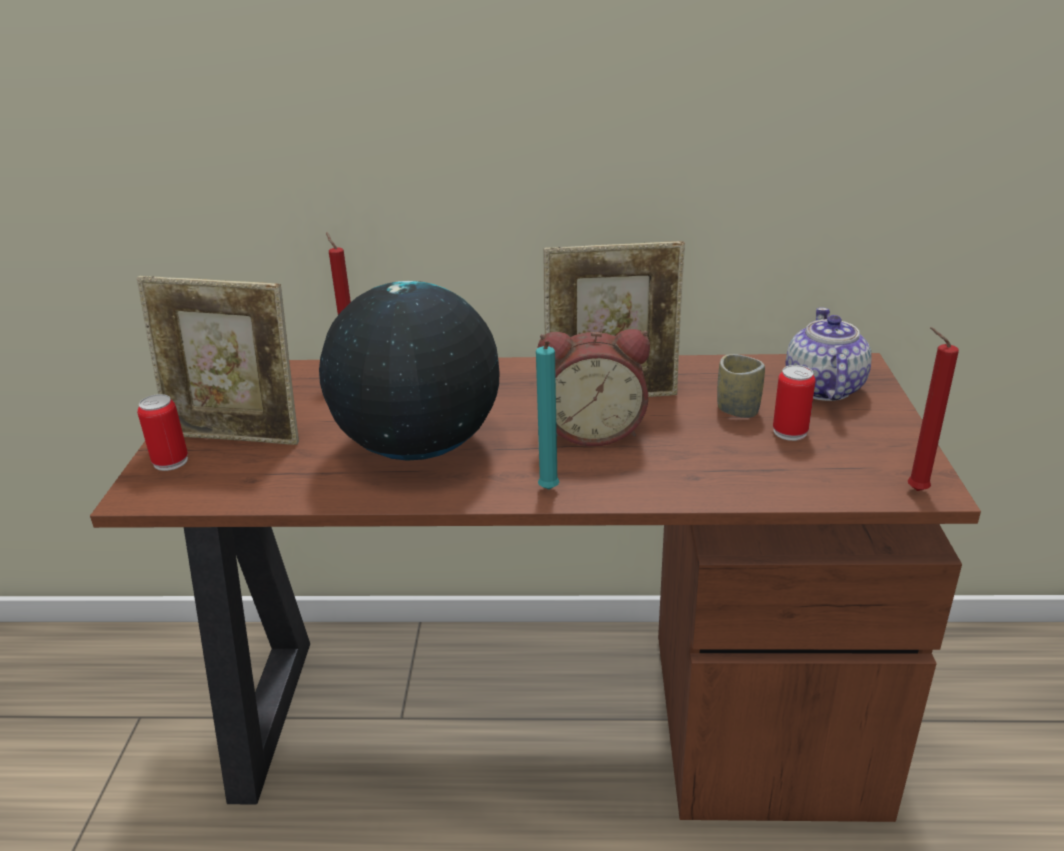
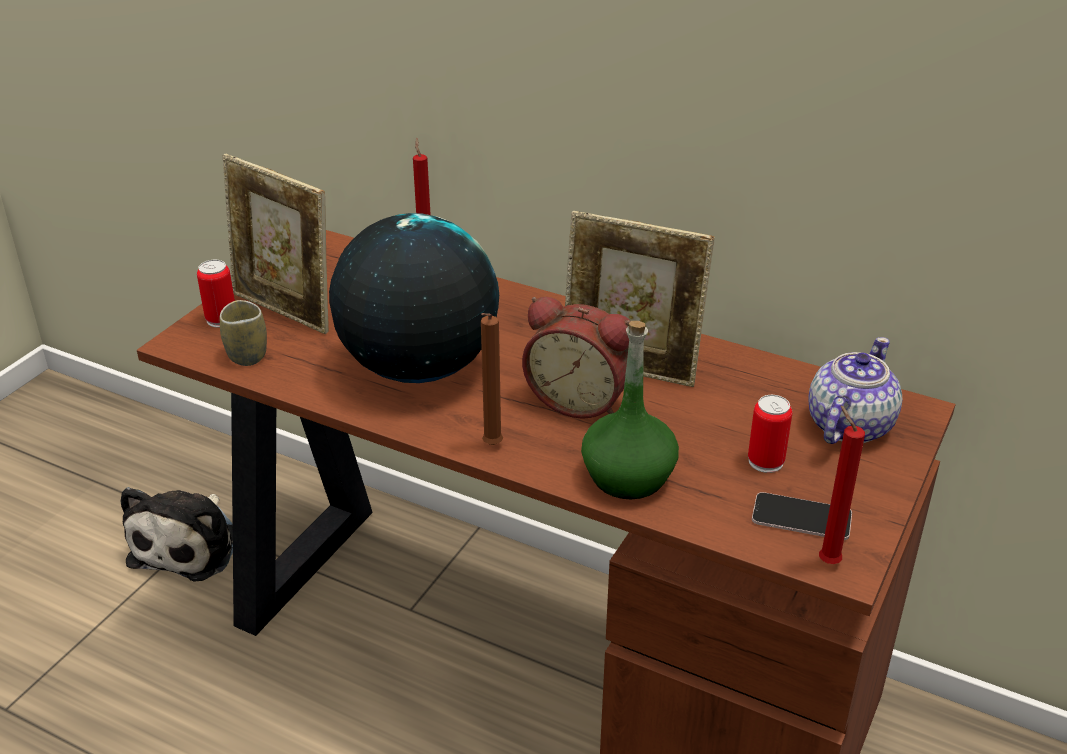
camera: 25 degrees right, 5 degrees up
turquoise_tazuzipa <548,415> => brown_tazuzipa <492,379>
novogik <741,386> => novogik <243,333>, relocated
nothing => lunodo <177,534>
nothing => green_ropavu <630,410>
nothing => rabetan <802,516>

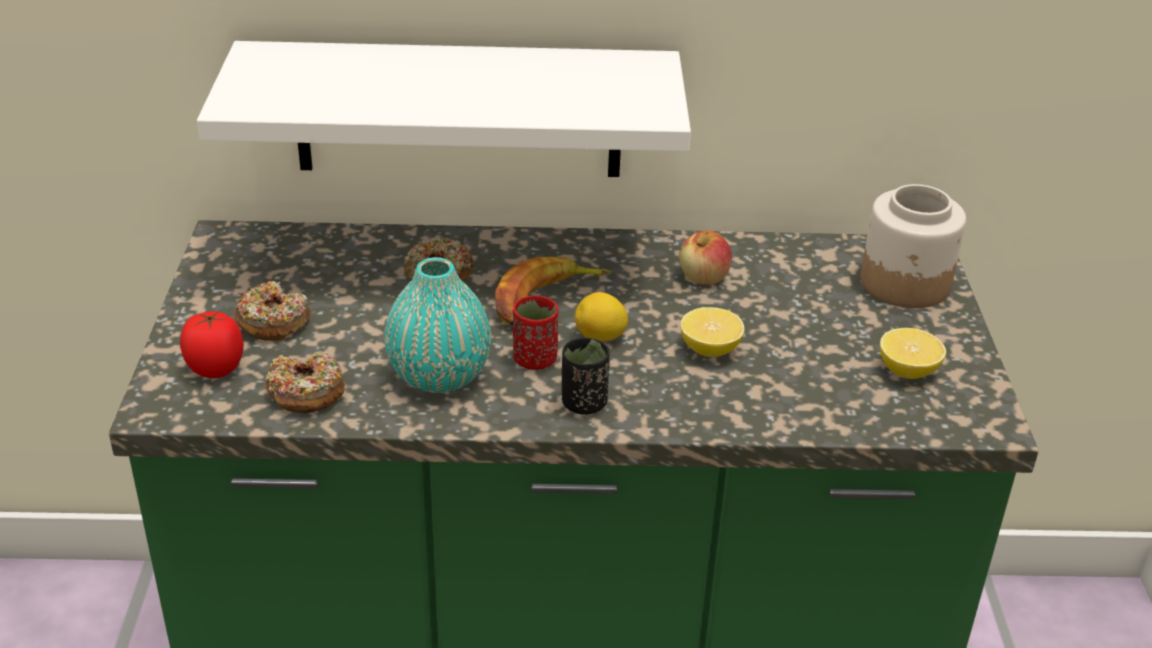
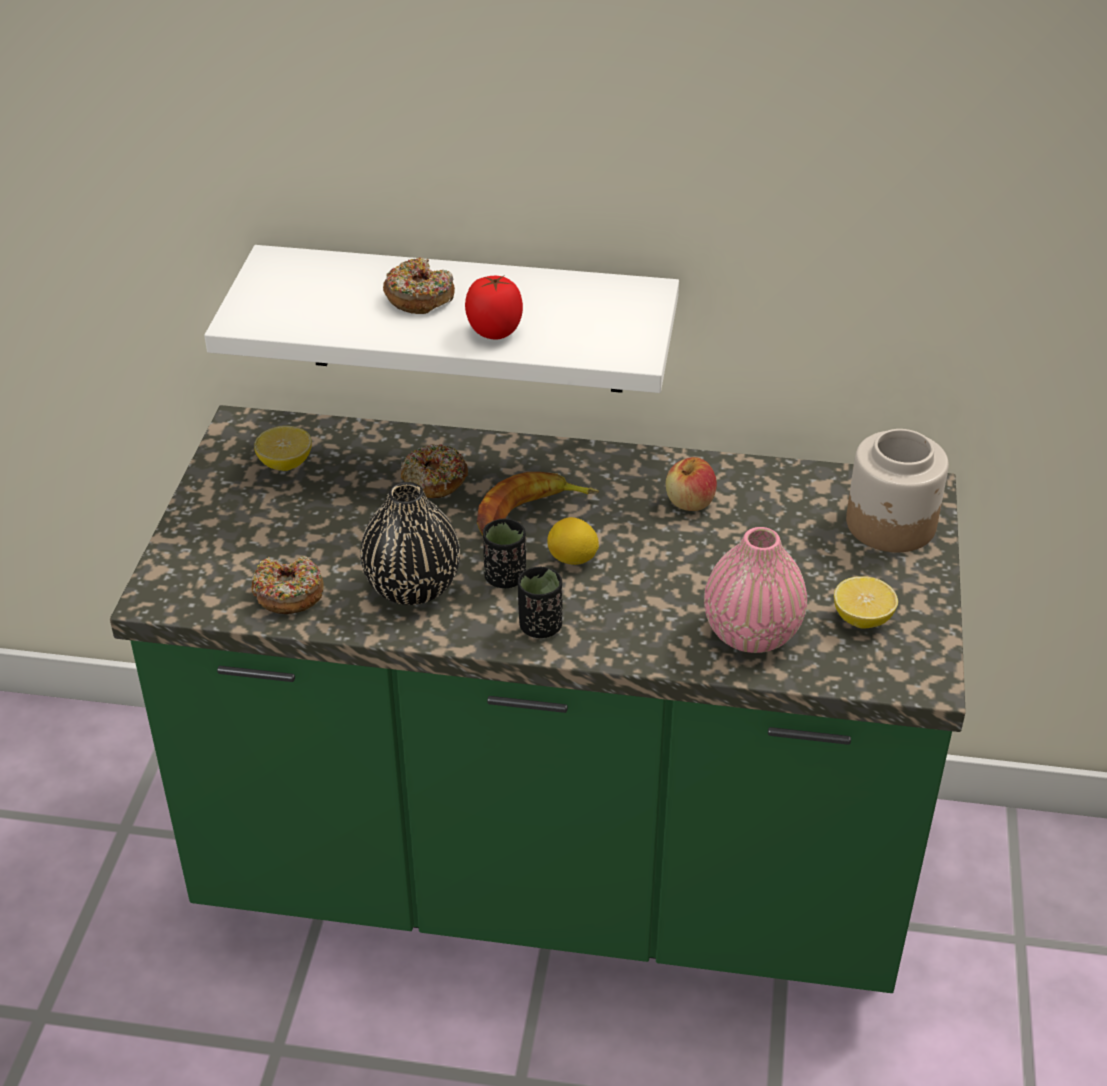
camera: 10 degrees right, 5 degrees up
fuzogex <212,344> => fuzogex <494,307>, relocated
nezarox <272,311> => nezarox <419,286>, relocated
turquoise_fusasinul <437,325> => black_fusasinul <410,543>
red_novogik <535,333> => black_novogik <504,553>
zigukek <712,332> => zigukek <283,448>, relocated
nothing => pink_fusasinul <755,590>

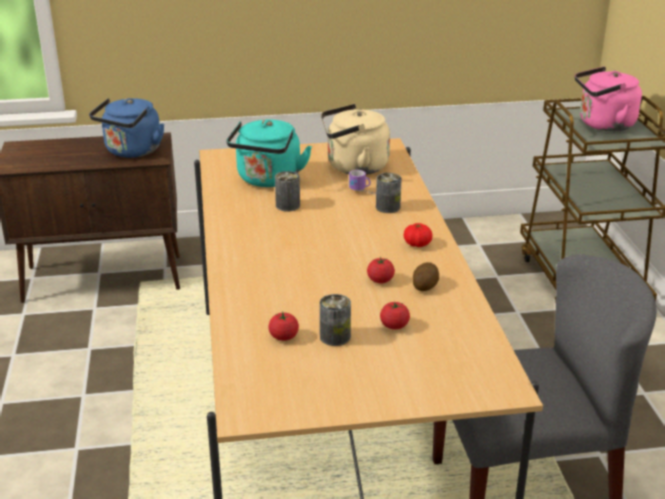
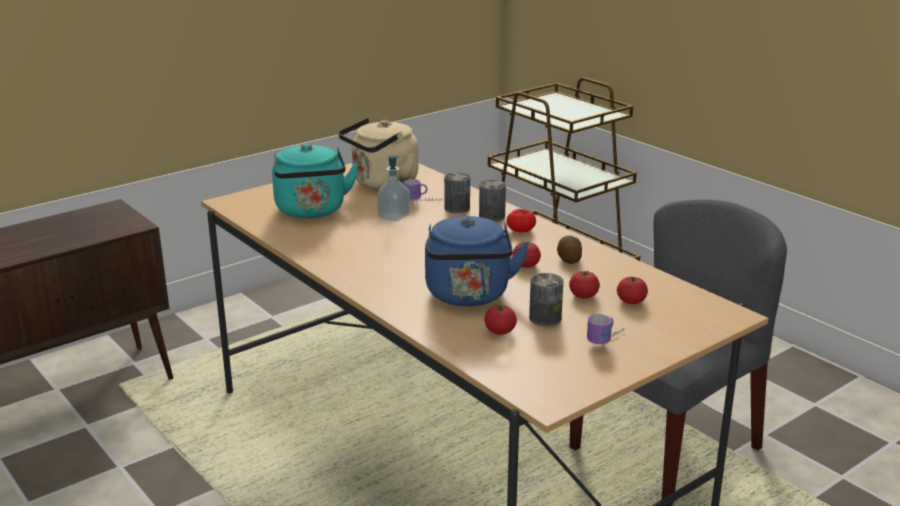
camera: 30 degrees left, 5 degrees down
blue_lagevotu <127,128> => blue_lagevotu <477,261>, relocated
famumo <287,191> => famumo <492,201>, relocated
pink_lagevotu <608,98> => nothing
nothing => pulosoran <393,188>
nothing => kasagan <605,329>
nothing => fuzogex <632,290>

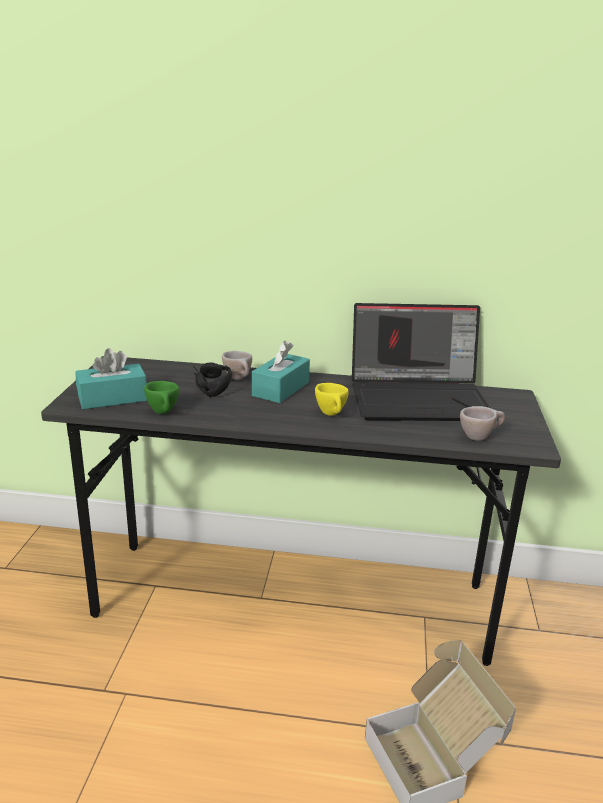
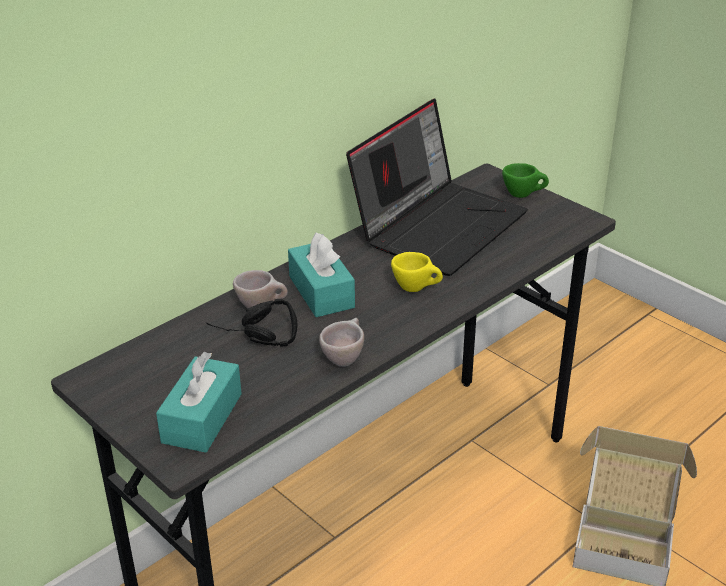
camera: 50 degrees left, 10 degrees up
green_novogik <161,397> => green_novogik <525,180>, relocated
beige_novogik <482,423> => beige_novogik <341,342>, relocated

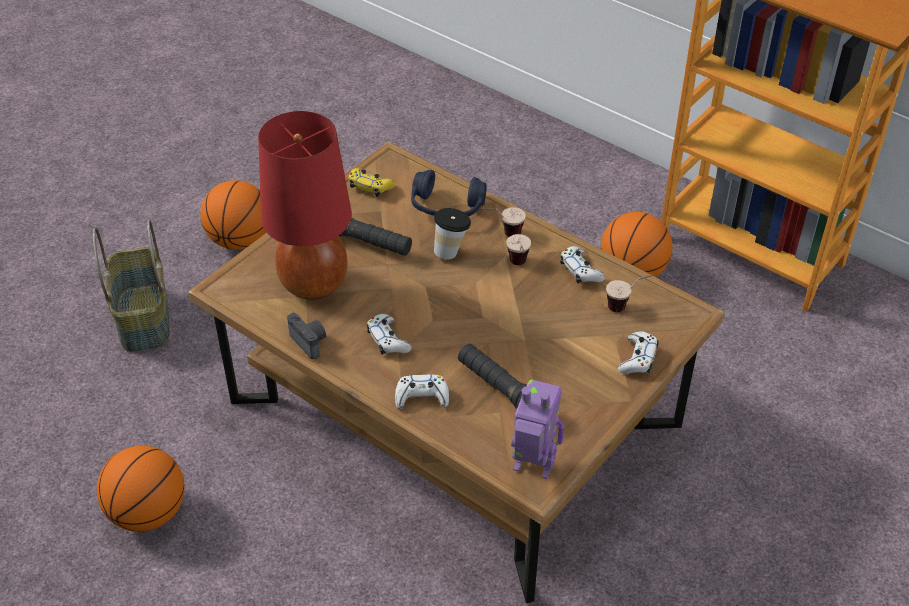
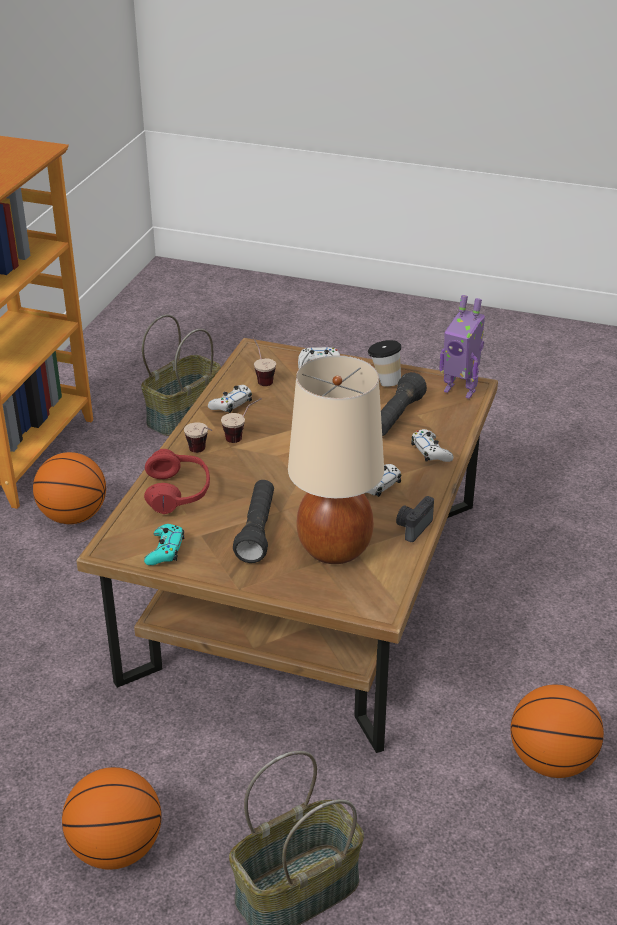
camera: 110 degrees left, 10 degrees down
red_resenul <305,205> => beige_resenul <336,459>
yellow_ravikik <372,182> => turquoise_ravikik <164,544>
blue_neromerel <449,193> => red_neromerel <177,481>
novogik <452,233> => novogik <384,363>, relocated
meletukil <537,429> => meletukil <462,347>, 60 degrees counterclockwise
nothing => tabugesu <181,375>

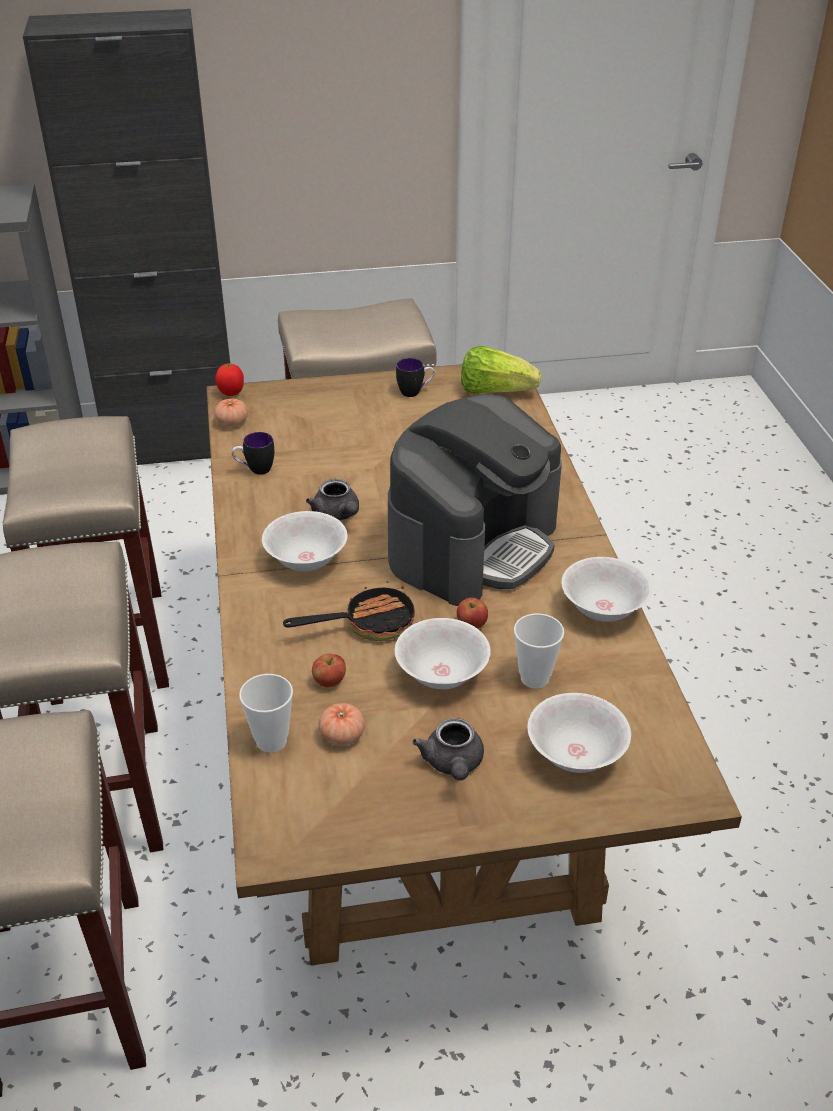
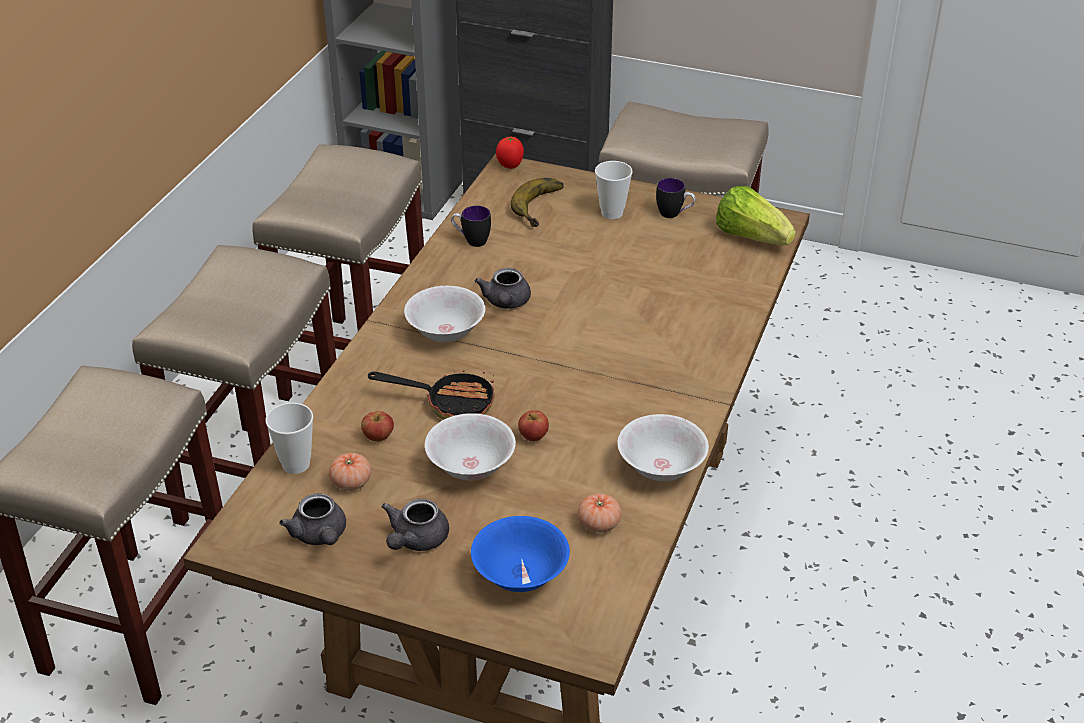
camera: 30 degrees right, 0 degrees up
fuzogex <231,413> => fuzogex <599,513>, relocated
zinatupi <475,500> => nothing
novogik <539,651> => novogik <614,190>, relocated
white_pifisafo <579,733> => blue_pifisafo <520,554>
nothing => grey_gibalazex <312,519>
nothing => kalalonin <537,202>

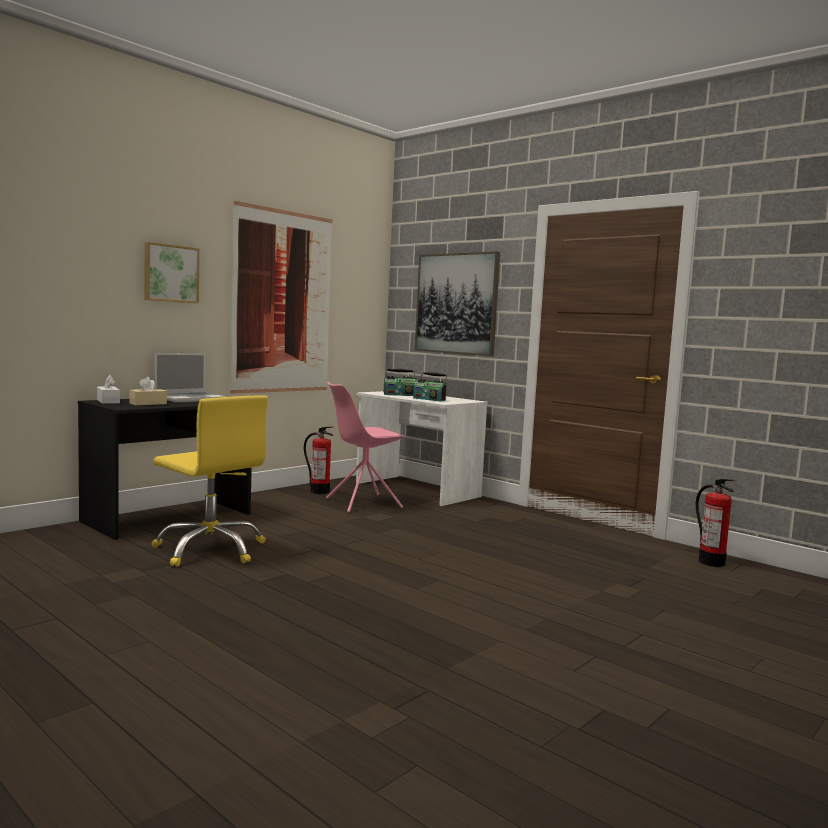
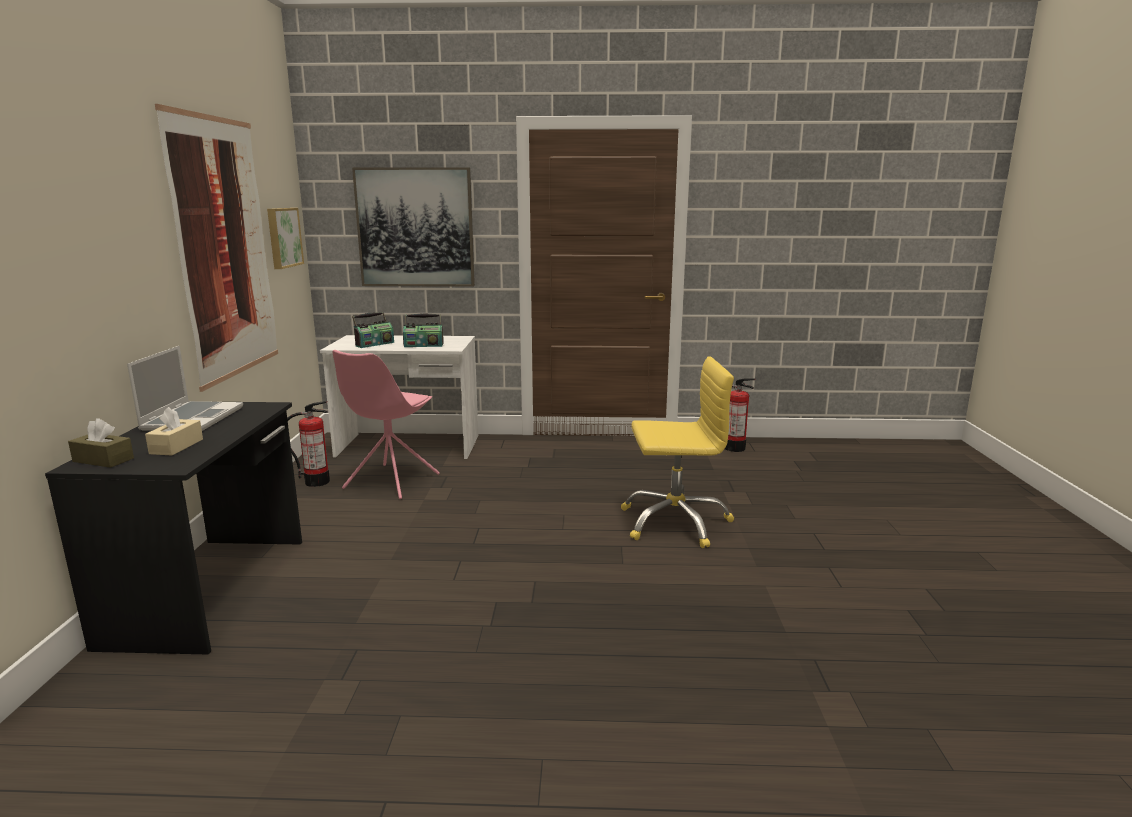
camera: 40 degrees left, 10 degrees up
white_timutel <108,389> => brown_timutel <101,443>
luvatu <172,272> => luvatu <285,238>, relocated
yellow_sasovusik <209,481> => yellow_sasovusik <677,452>, relocated

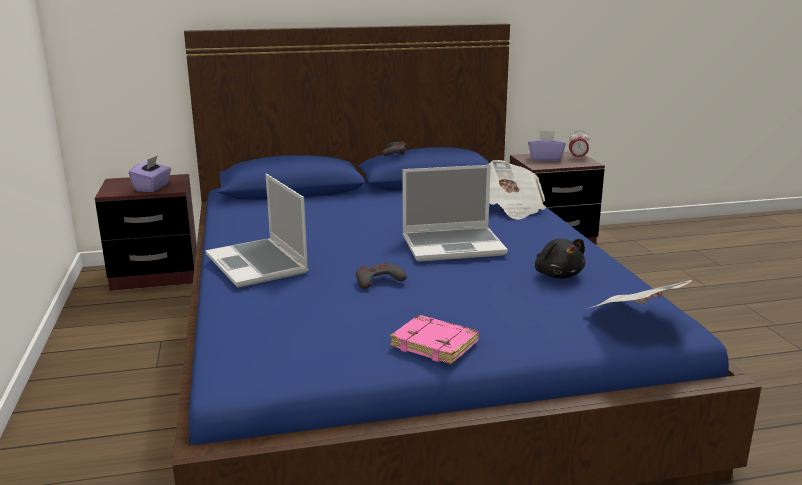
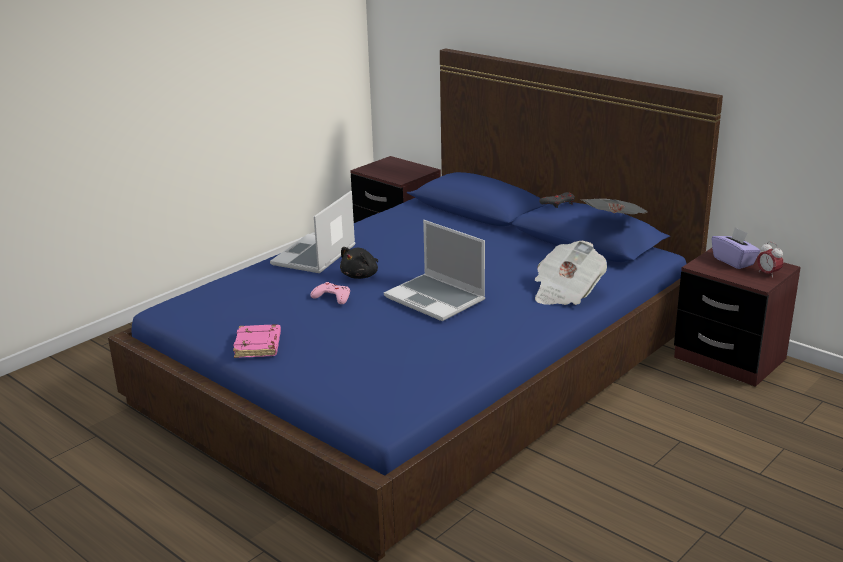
camera: 55 degrees right, 5 degrees up
purple_timutel <150,173> => nothing
grey_ravikik <381,276> => pink_ravikik <330,293>
black_lunodo <560,258> => black_lunodo <359,263>, relocated
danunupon <641,294> => danunupon <615,206>, relocated

